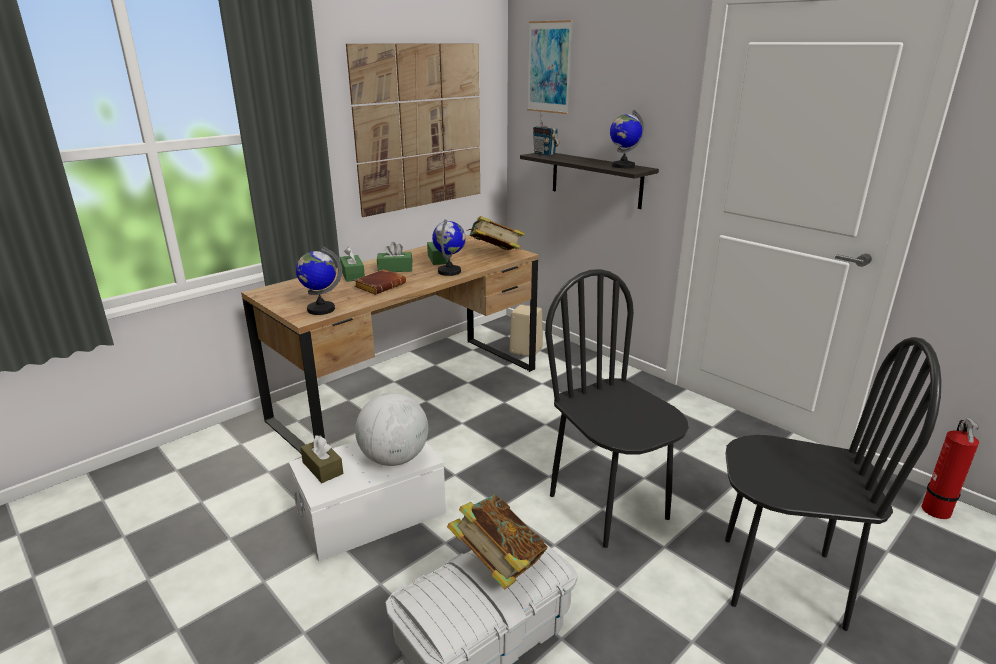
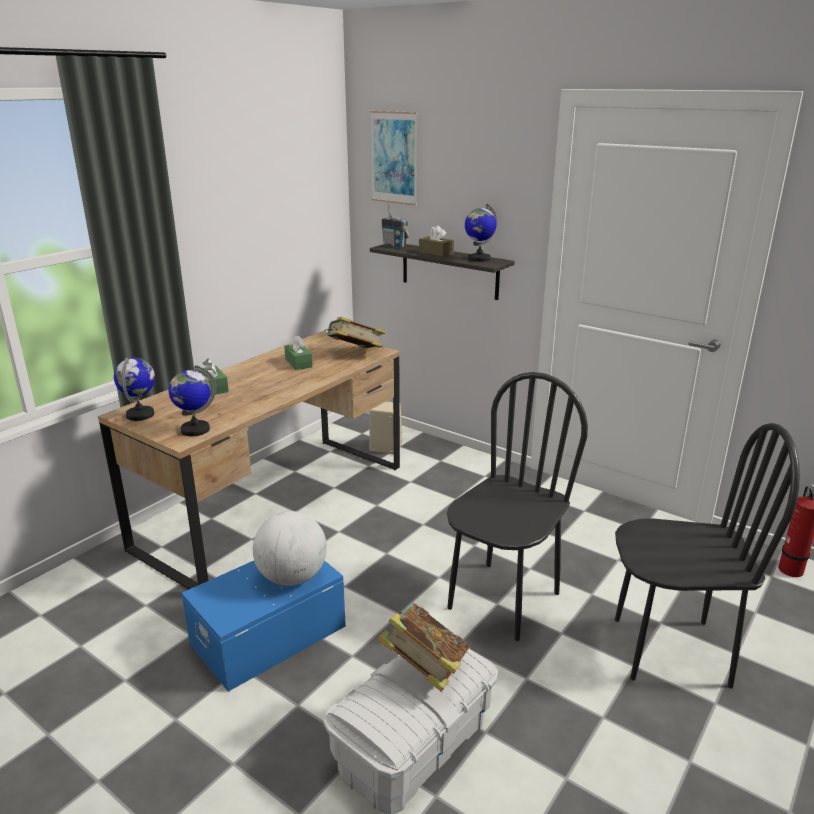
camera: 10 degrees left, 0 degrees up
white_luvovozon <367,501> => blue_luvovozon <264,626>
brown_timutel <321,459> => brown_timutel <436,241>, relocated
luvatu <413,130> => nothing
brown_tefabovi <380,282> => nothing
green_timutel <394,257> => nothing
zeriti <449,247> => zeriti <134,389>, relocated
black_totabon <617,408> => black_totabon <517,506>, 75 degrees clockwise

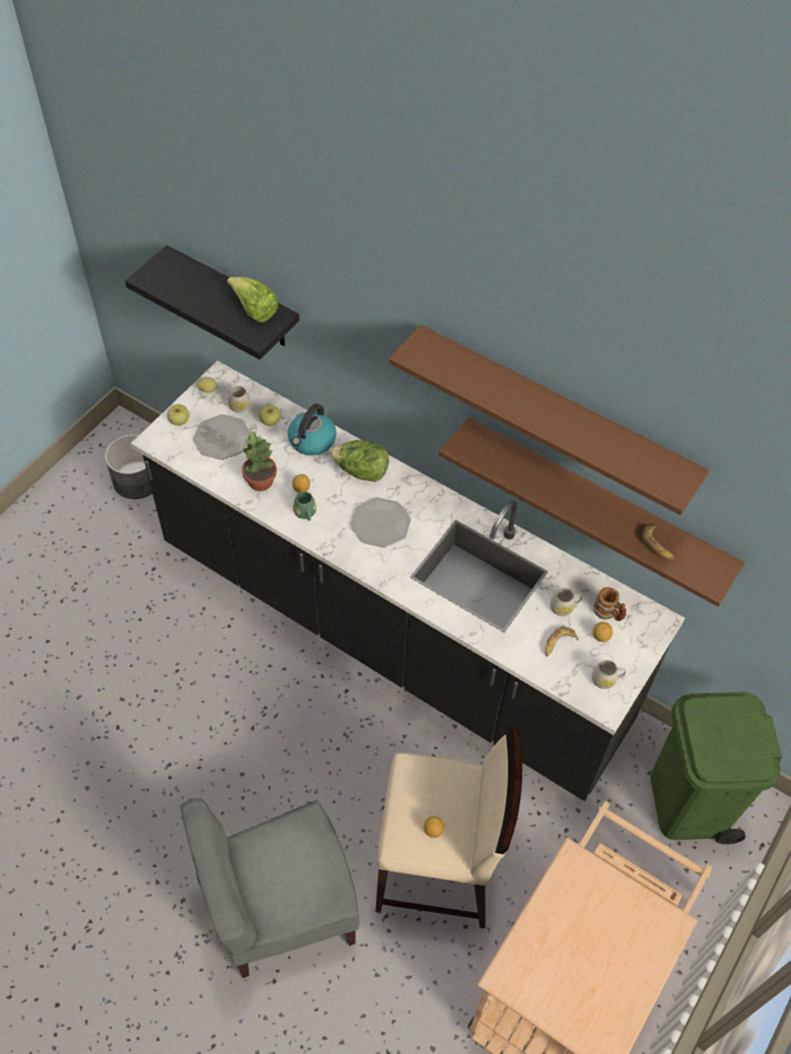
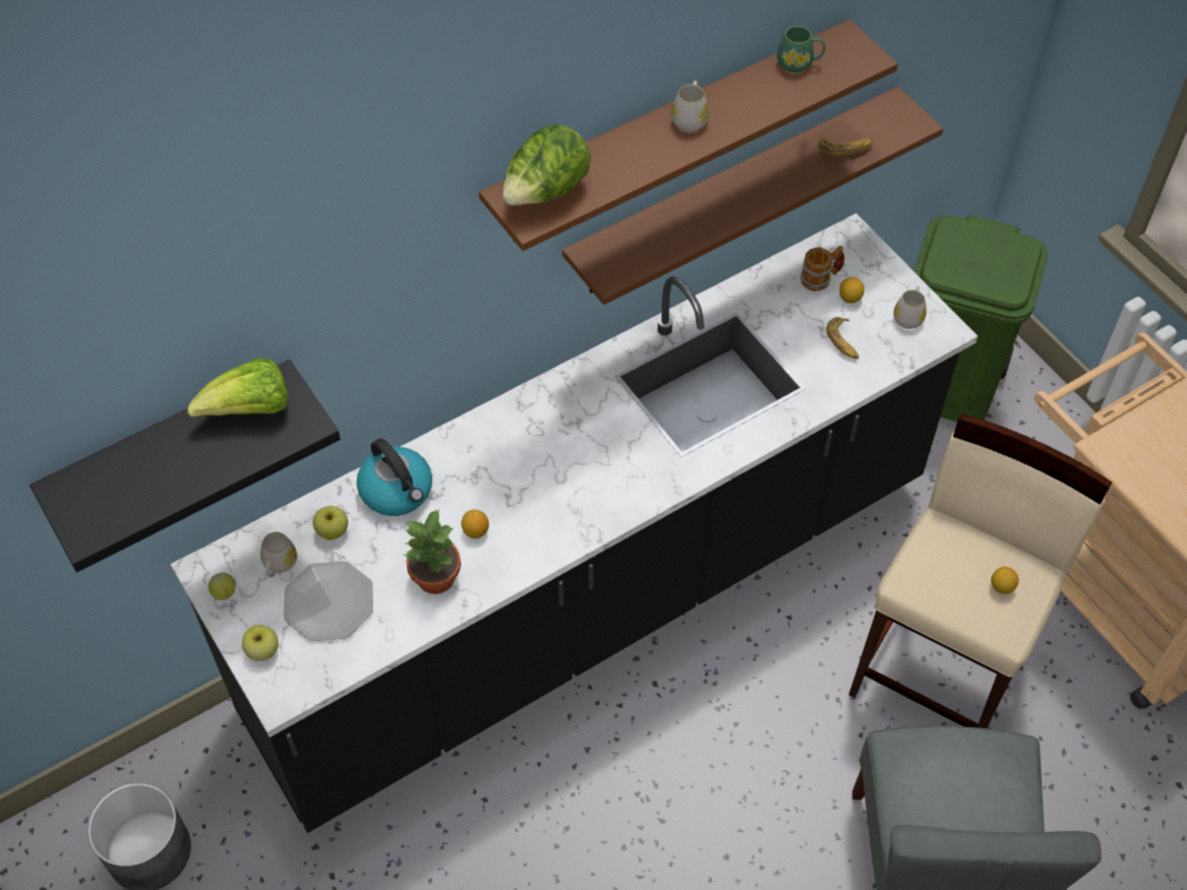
camera: 65 degrees left, 0 degrees up
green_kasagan <304,506> => green_kasagan <801,49>, relocated
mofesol <359,461> => mofesol <546,165>, relocated
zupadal <380,522> => nothing
white_kasagan <566,602> => white_kasagan <690,106>, relocated

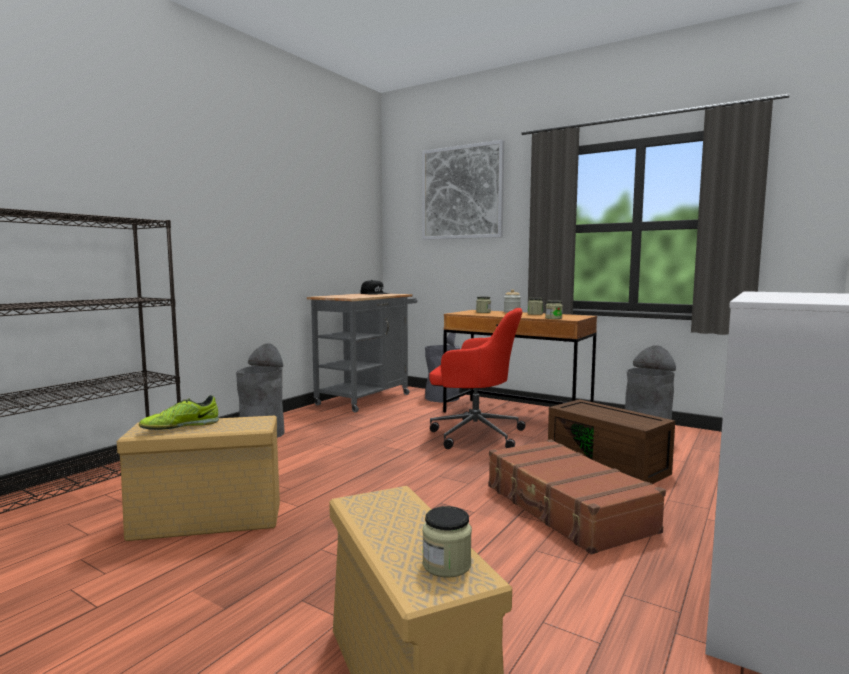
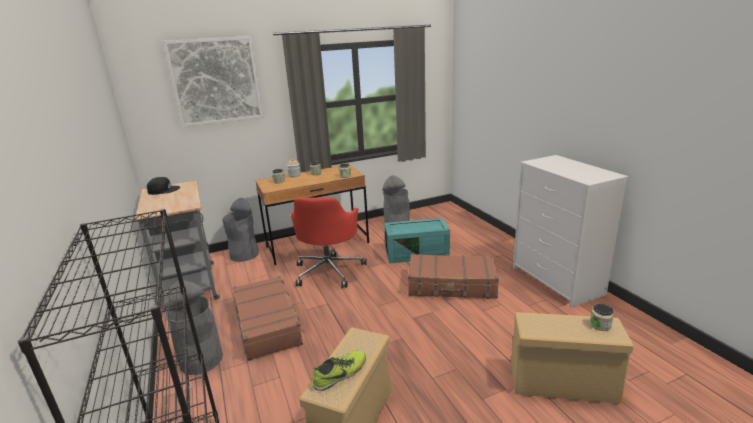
camera: 55 degrees left, 15 degrees up
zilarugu <179,412> => zilarugu <339,371>, 120 degrees counterclockwise
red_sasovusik <477,378> => red_sasovusik <329,242>, 135 degrees clockwise
brown_luvovozon <611,441> => turquoise_luvovozon <417,240>
nothing => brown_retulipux <269,318>

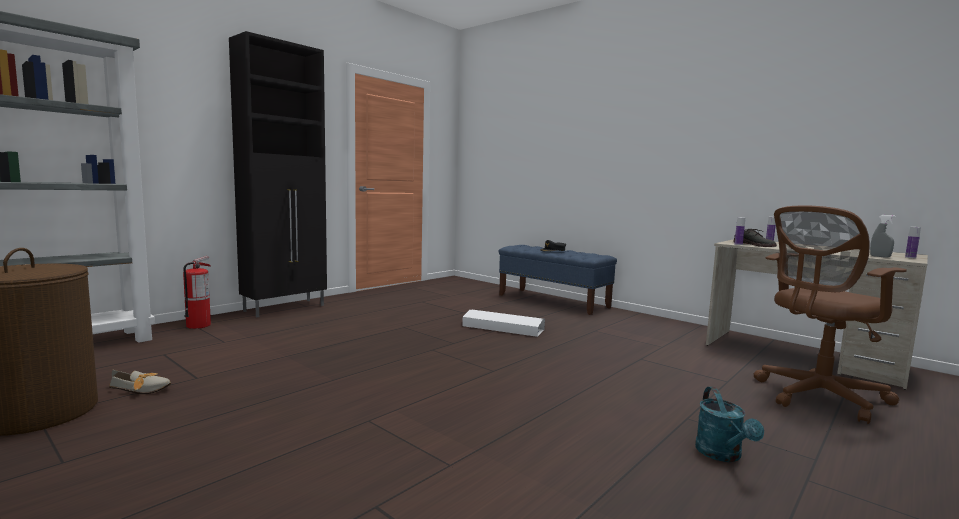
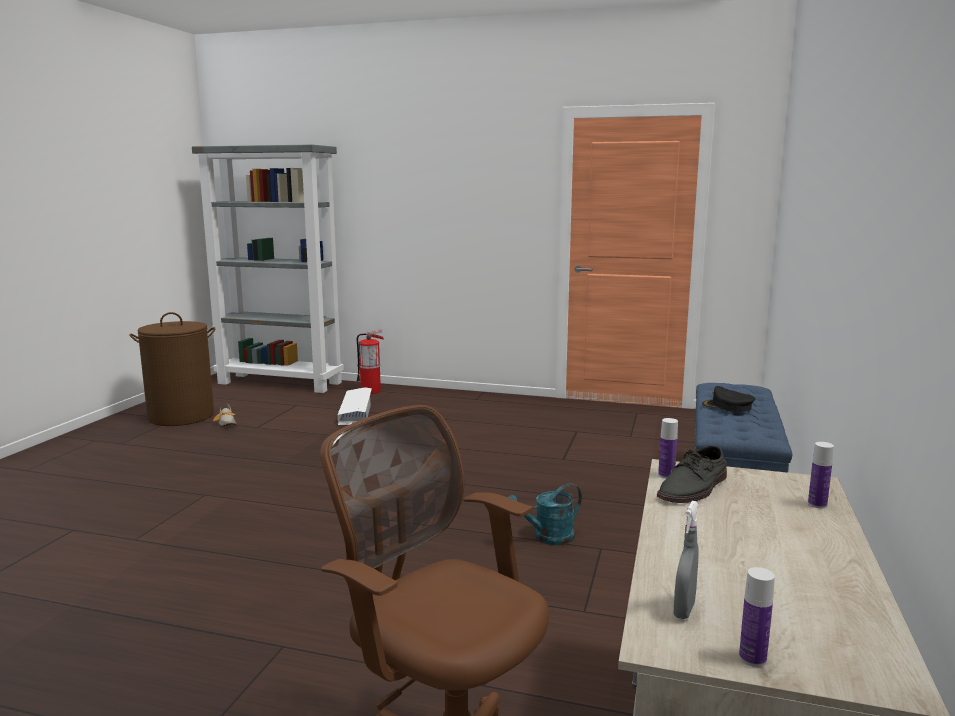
camera: 65 degrees right, 5 degrees up
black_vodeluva <278,174> => nothing
white_luvovozon <503,323> => white_luvovozon <354,406>, relocated
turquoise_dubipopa <729,424> => turquoise_dubipopa <545,514>, relocated

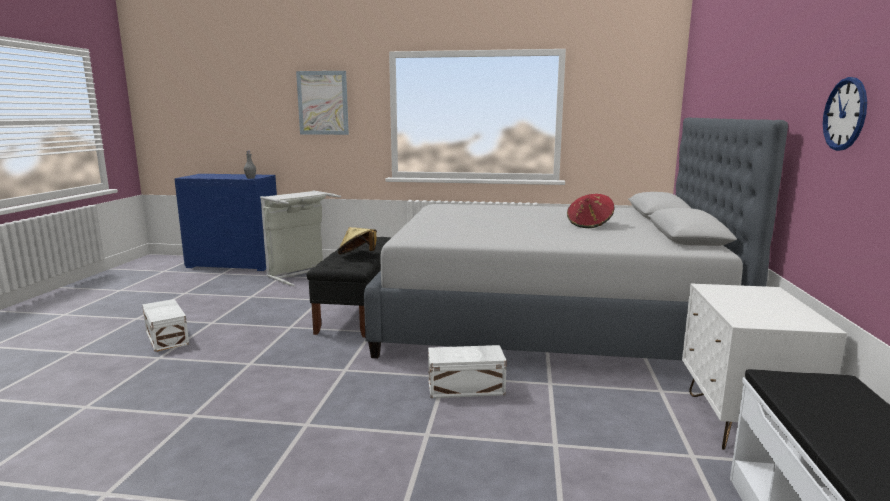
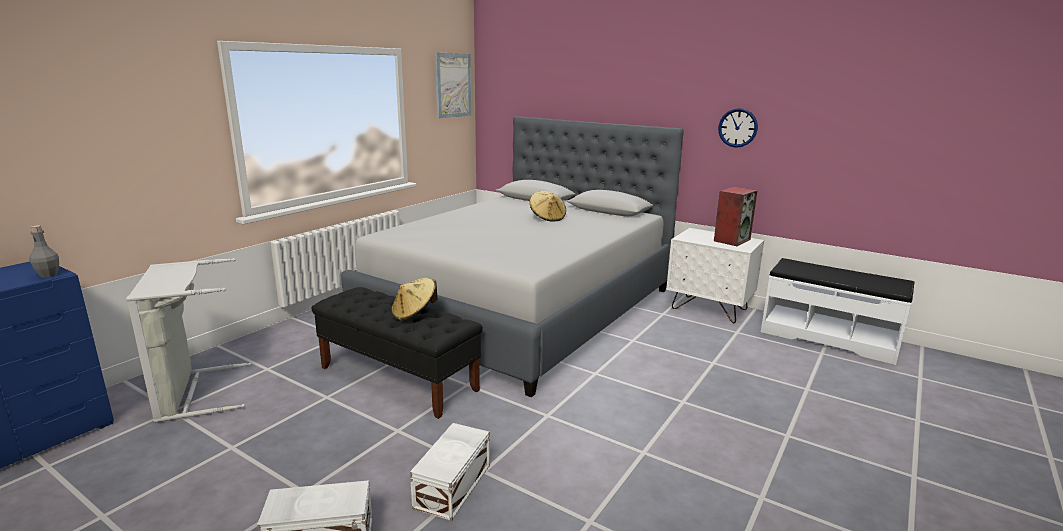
camera: 65 degrees left, 5 degrees up
luvatu <322,103> => luvatu <453,85>, relocated
white_luvovozon <467,371> => white_luvovozon <450,472>, relocated
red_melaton <590,211> => beige_melaton <548,206>
nothing => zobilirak <736,216>

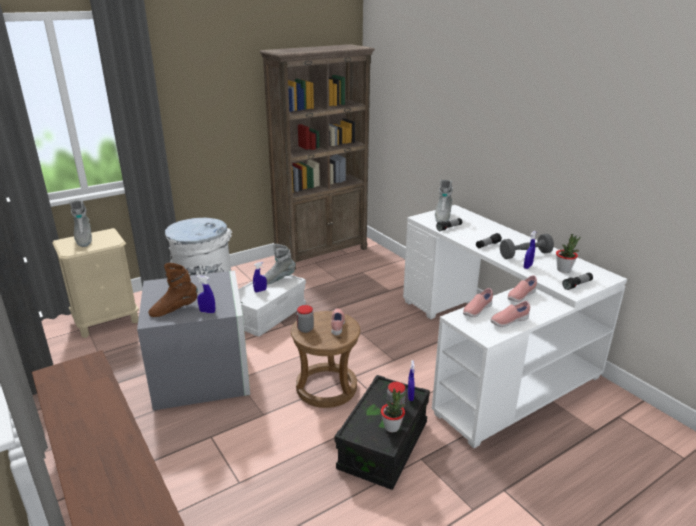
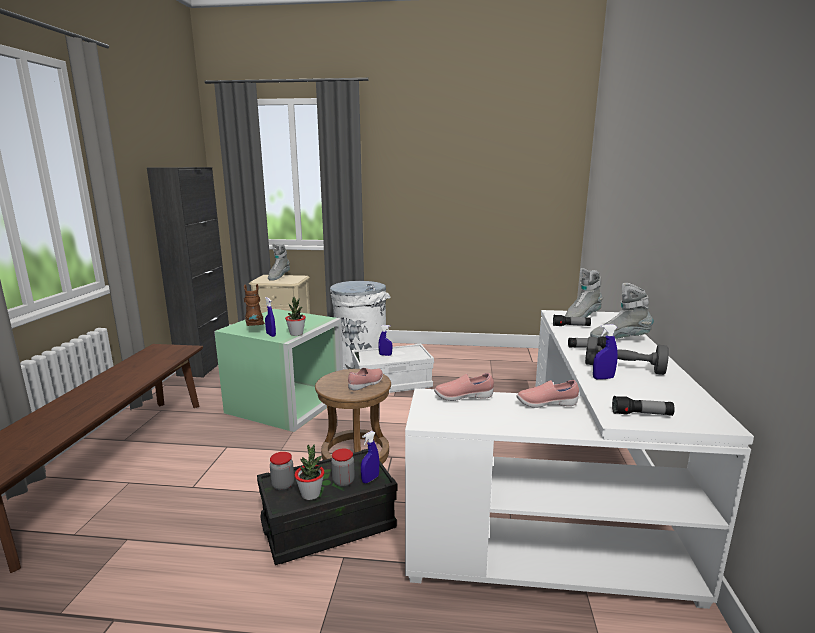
camera: 40 degrees right, 10 degrees down
grey_luvovozon <193,341> => green_luvovozon <278,370>
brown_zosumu <173,290> => brown_zosumu <254,305>, 60 degrees clockwise
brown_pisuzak <317,157> => nothing
grey_zosumu <279,264> => grey_zosumu <622,311>, relocated
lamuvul <305,319> => lamuvul <282,471>, relocated
pink_zilarugu <510,314> => nothing
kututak <568,253> => kututak <295,316>, relocated

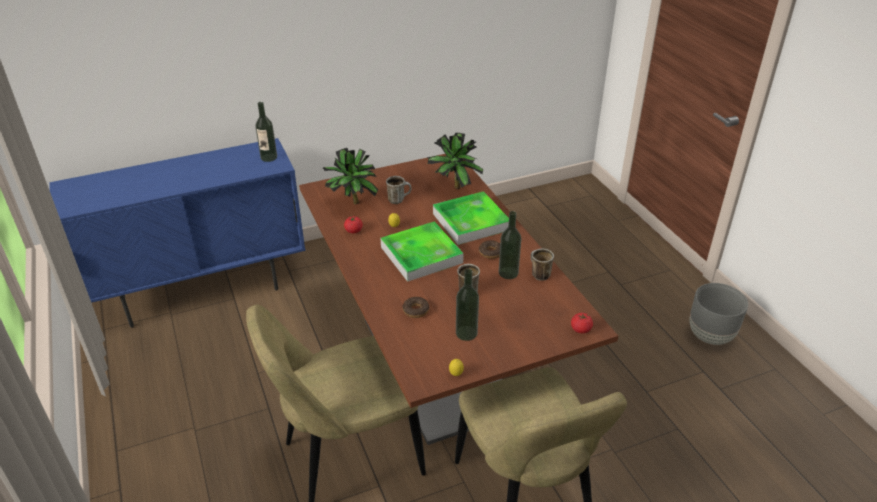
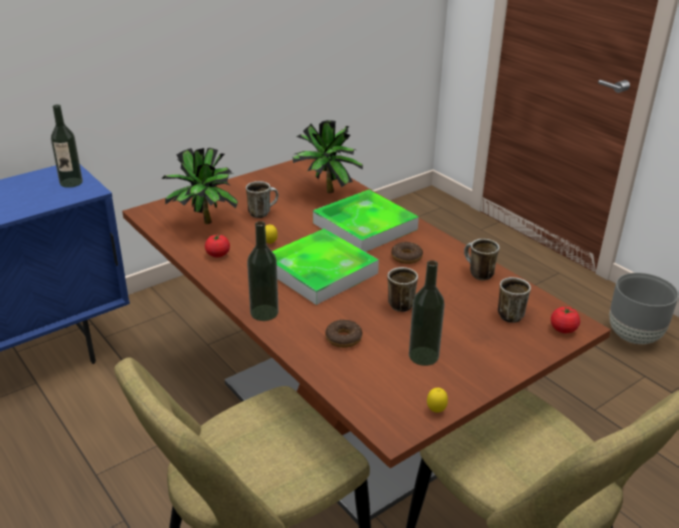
camera: 15 degrees left, 5 degrees down
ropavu <510,245> => ropavu <263,271>, relocated
nothing => kasagan <514,300>

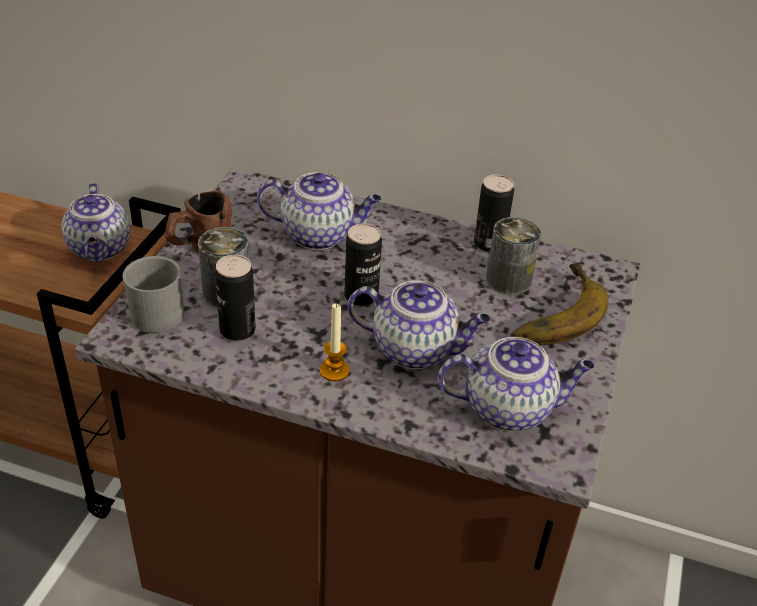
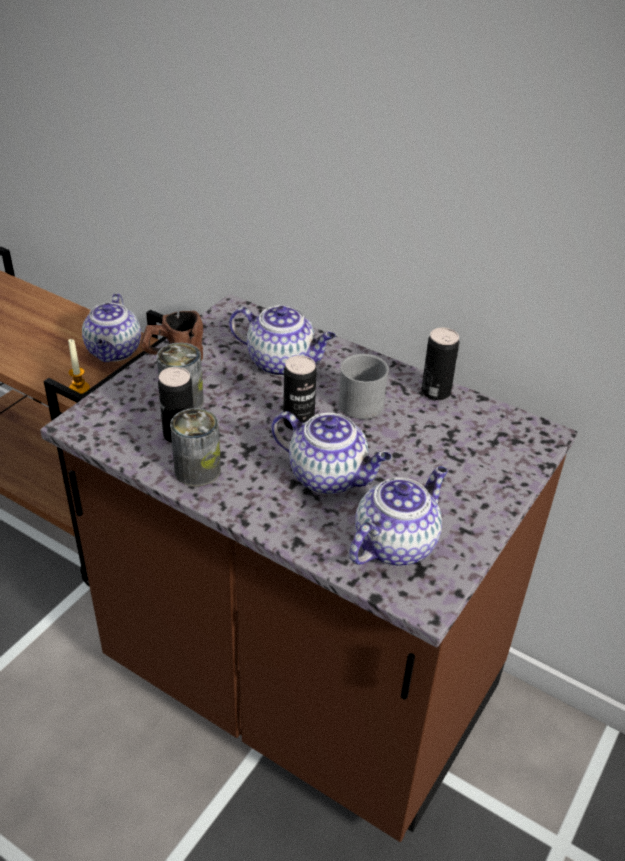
camera: 15 degrees right, 0 degrees up
grey_kasagan <153,294> => grey_kasagan <364,386>, relocated
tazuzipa <335,342> => tazuzipa <79,366>, relocated
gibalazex <516,384> => gibalazex <398,516>, 60 degrees counterclockwise
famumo <513,256> => famumo <195,447>, relocated
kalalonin <559,304> => nothing

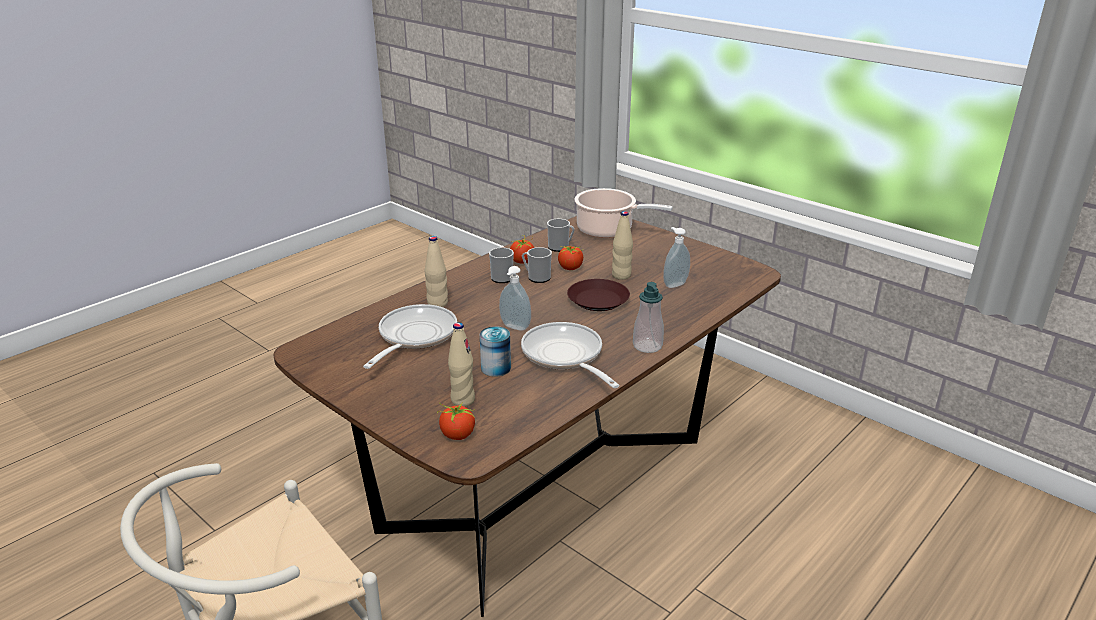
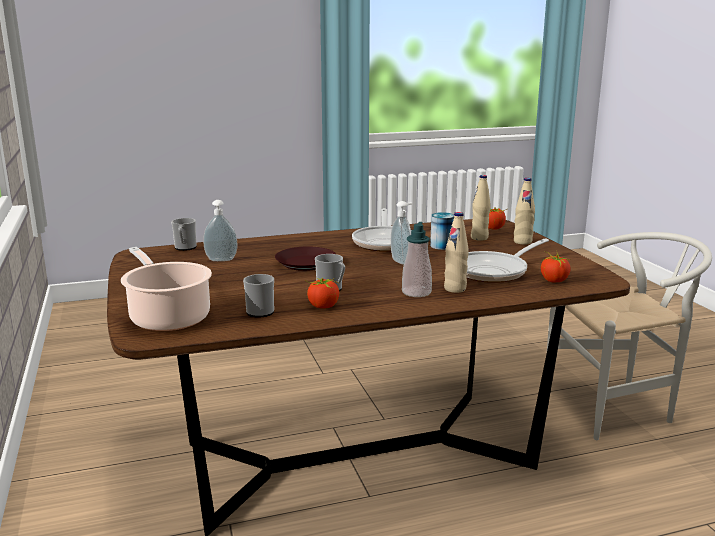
camera: 150 degrees left, 10 degrees down
kasagan <501,265> => kasagan <184,234>, relocated
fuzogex <571,258> => fuzogex <556,267>, relocated
beige_ropavu <622,245> => beige_ropavu <524,211>, relocated
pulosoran <648,317> => pulosoran <417,259>, relocated

